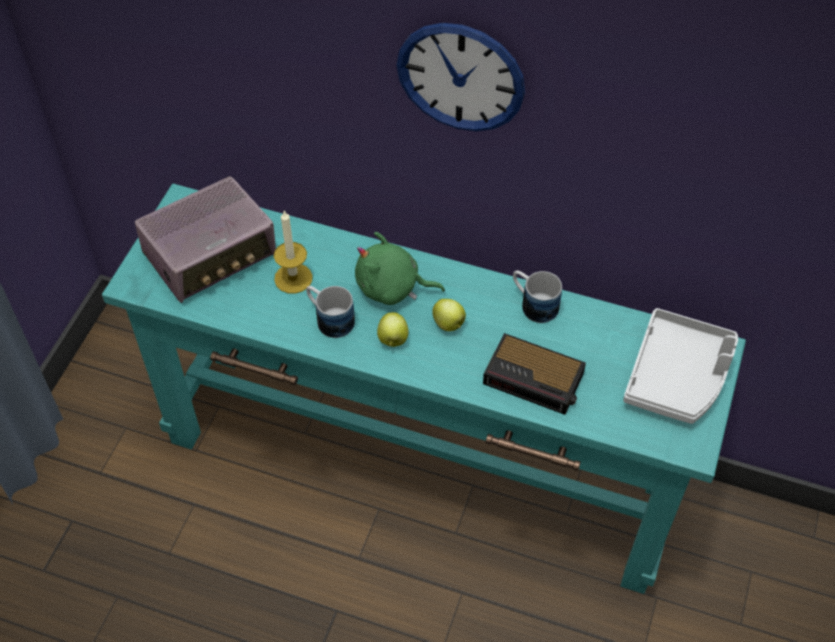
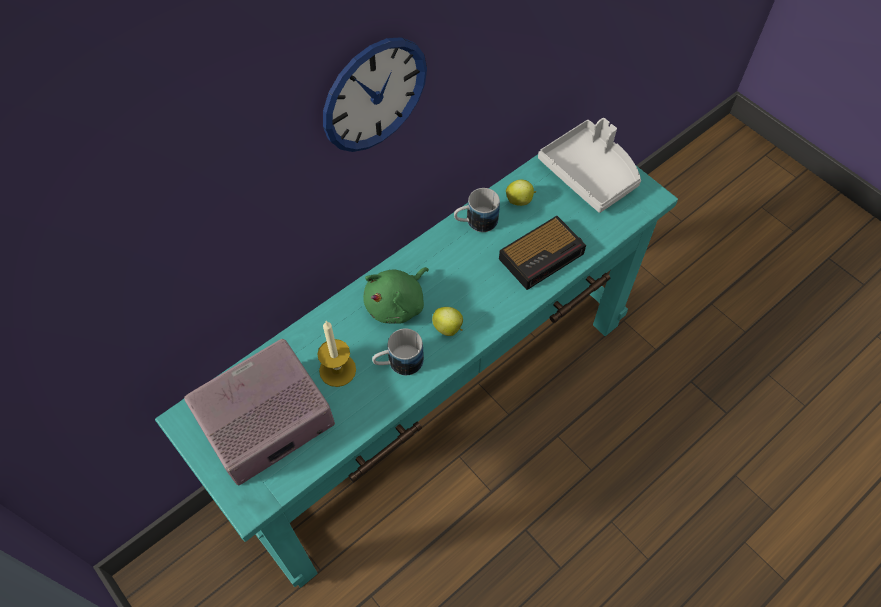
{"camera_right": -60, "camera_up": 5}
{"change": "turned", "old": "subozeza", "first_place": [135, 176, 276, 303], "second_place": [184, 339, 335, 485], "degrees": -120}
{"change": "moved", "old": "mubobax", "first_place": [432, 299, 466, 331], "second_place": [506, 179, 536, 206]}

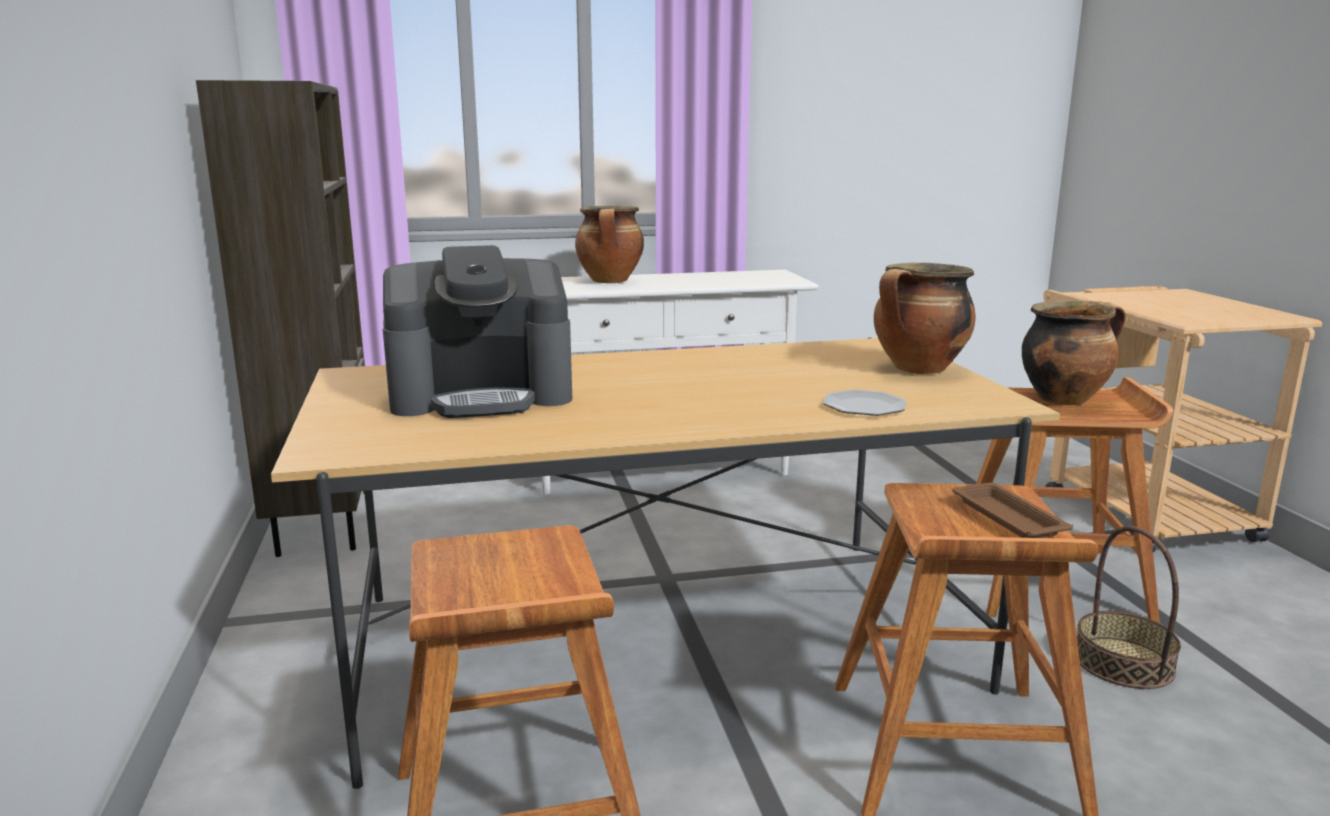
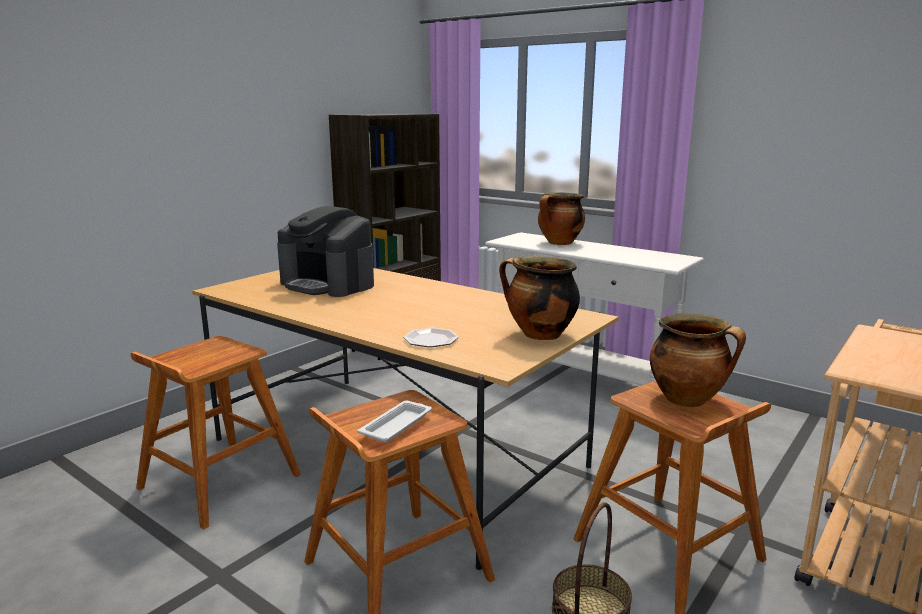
{"camera_right": 50, "camera_up": 0}
{"change": "recoloured", "old": "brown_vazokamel", "new": "white_vazokamel", "first_place": [952, 483, 1073, 538], "second_place": [357, 401, 432, 442]}

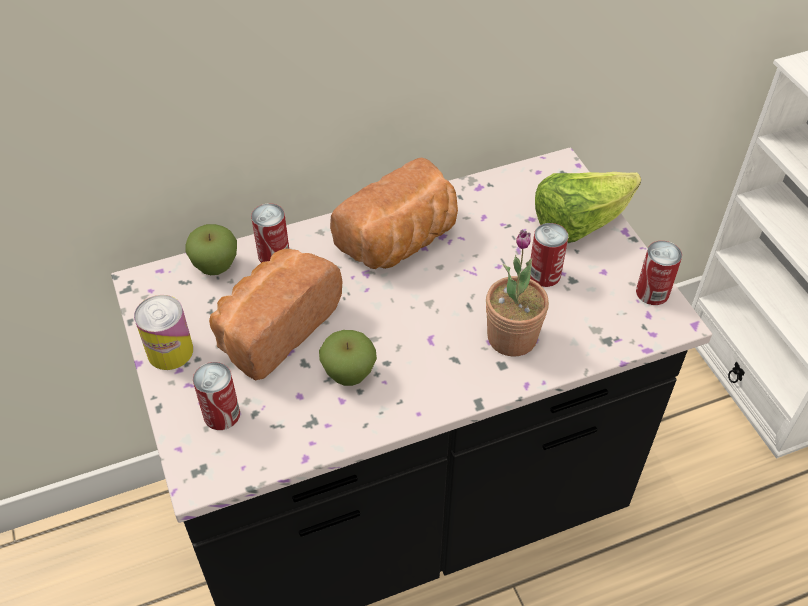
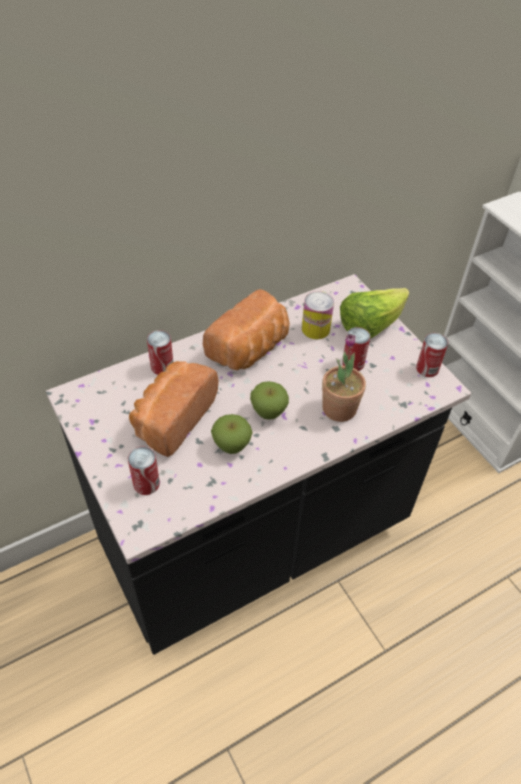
{"camera_right": -10, "camera_up": 0}
{"change": "moved", "old": "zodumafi", "first_place": [134, 295, 193, 370], "second_place": [302, 291, 334, 339]}
{"change": "moved", "old": "mubobax", "first_place": [185, 224, 237, 275], "second_place": [250, 381, 289, 420]}

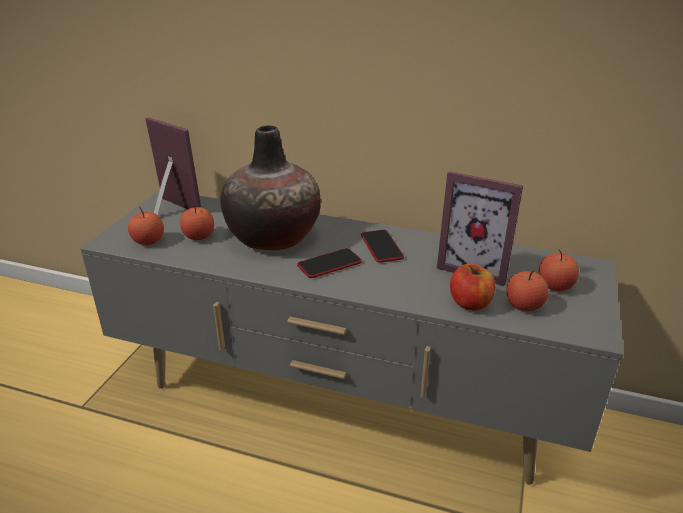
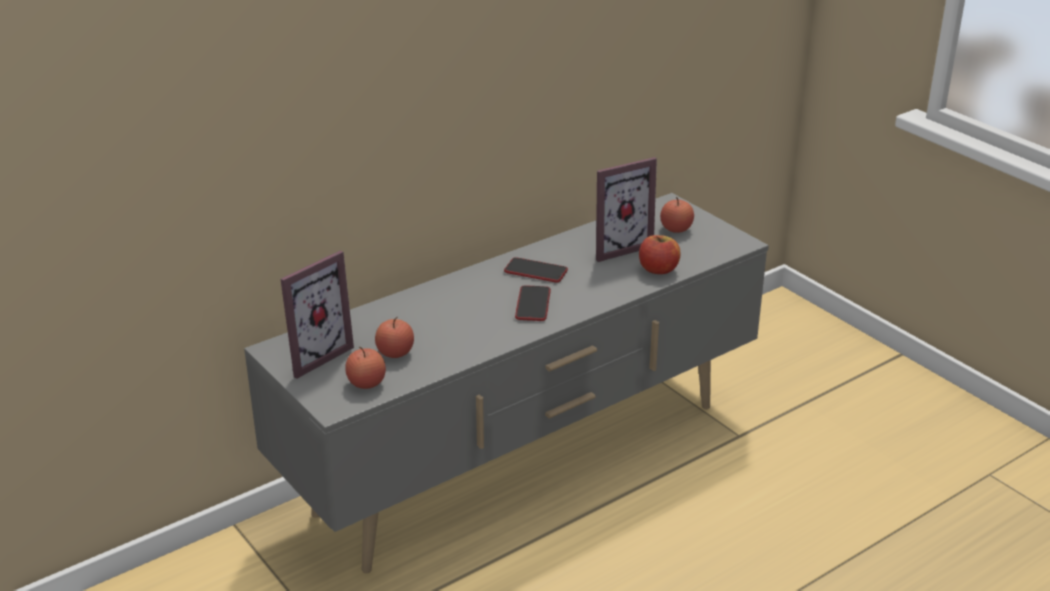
{"camera_right": -55, "camera_up": 0}
{"change": "turned", "old": "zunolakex", "first_place": [146, 117, 201, 215], "second_place": [280, 250, 354, 379], "degrees": 150}
{"change": "removed", "old": "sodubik", "first_place": [220, 125, 321, 251]}
{"change": "removed", "old": "mubobax", "first_place": [506, 270, 549, 311]}

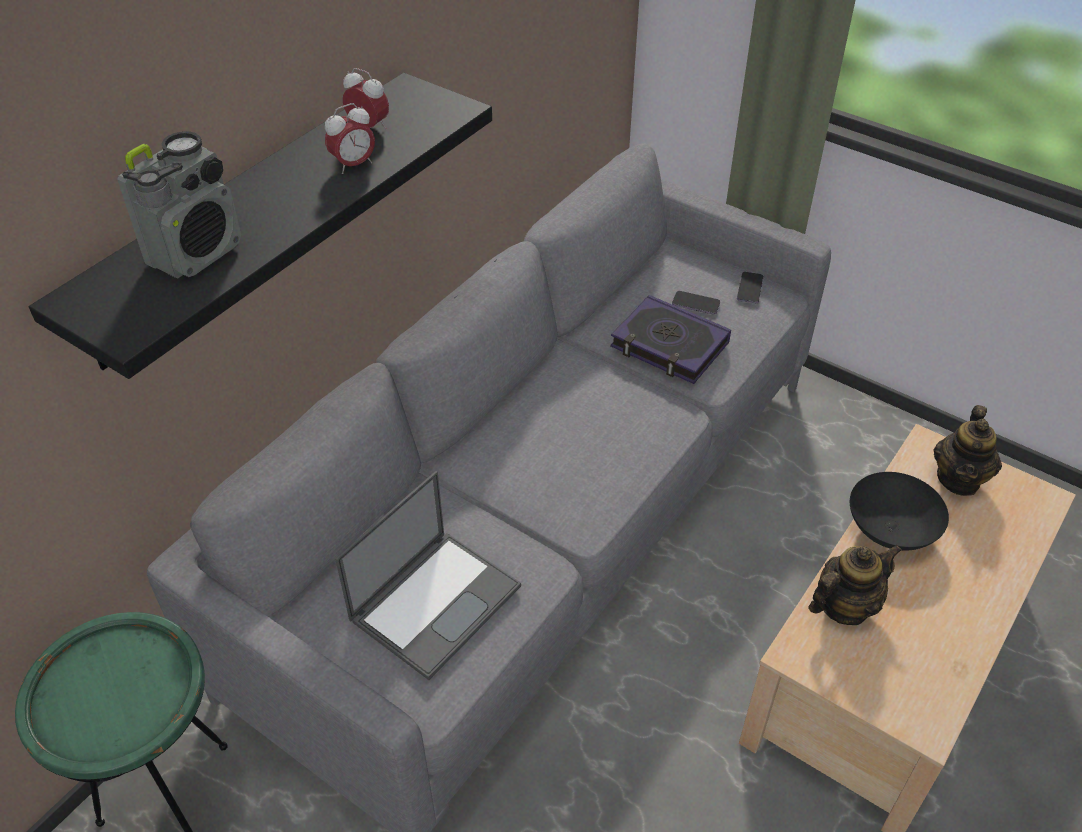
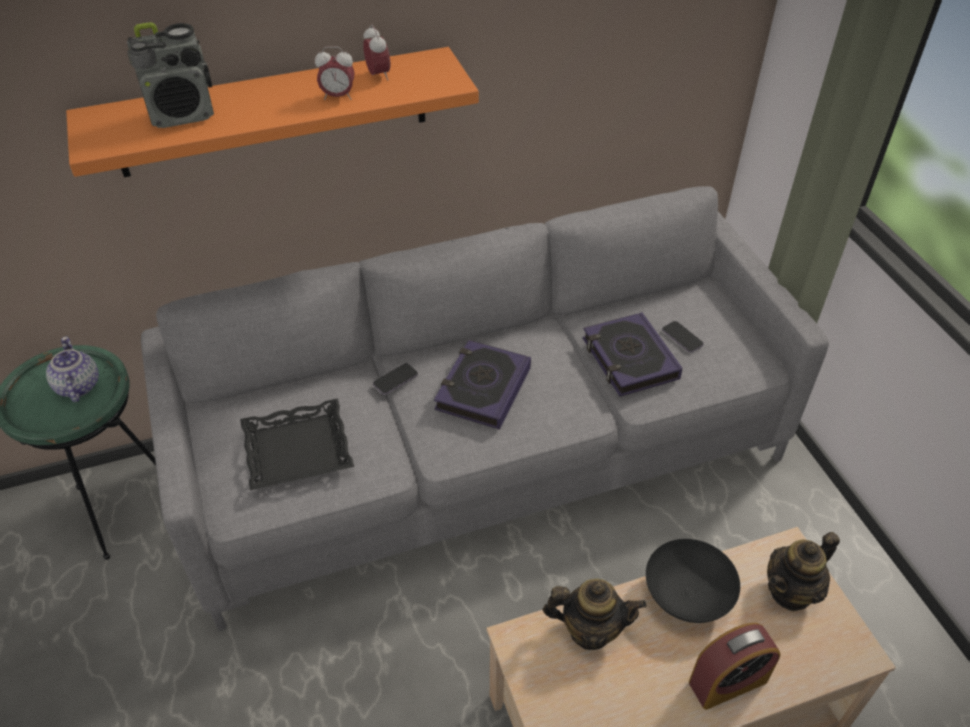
{"camera_right": 35, "camera_up": 0}
{"change": "recoloured", "old": "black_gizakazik", "new": "orange_gizakazik", "first_place": [29, 73, 492, 379], "second_place": [66, 47, 479, 177]}
{"change": "replaced", "old": "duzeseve", "new": "black_vazokamel", "first_place": [335, 471, 521, 680], "second_place": [240, 398, 354, 490]}
{"change": "moved", "old": "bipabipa", "first_place": [737, 272, 764, 304], "second_place": [373, 363, 418, 395]}
{"change": "added", "new": "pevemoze", "second_place": [46, 336, 99, 402]}
{"change": "added", "new": "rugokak", "second_place": [434, 340, 531, 430]}
{"change": "added", "new": "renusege", "second_place": [689, 623, 780, 710]}

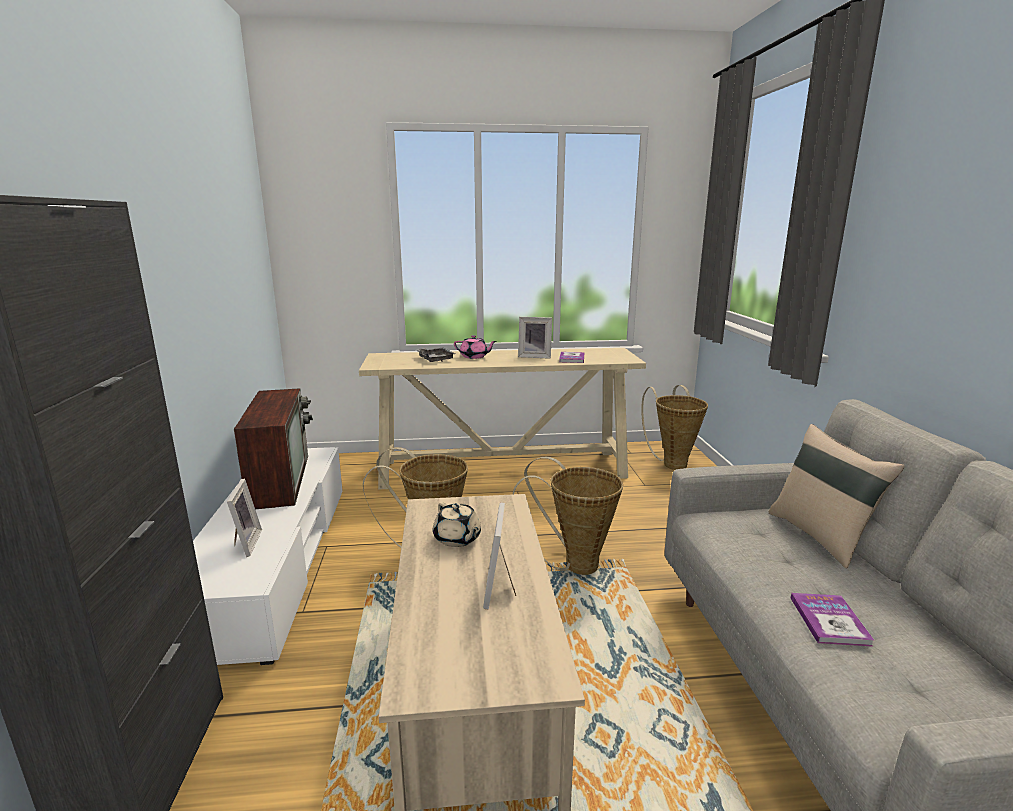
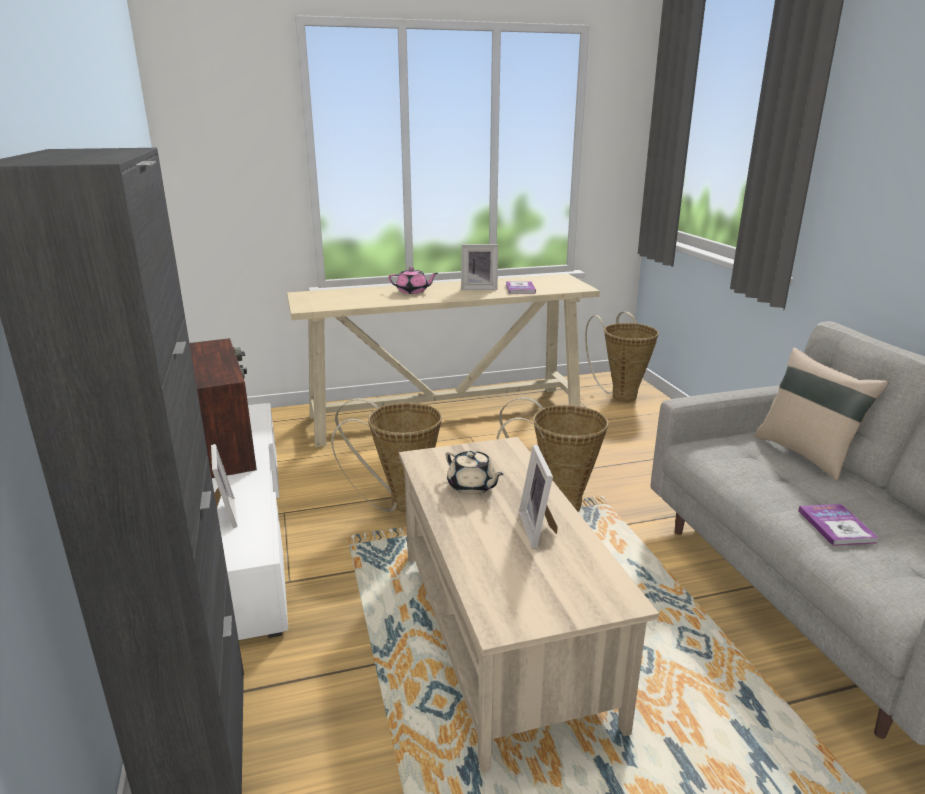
{"camera_right": -10, "camera_up": 5}
{"change": "removed", "old": "grey_vazokamel", "first_place": [417, 348, 455, 362]}

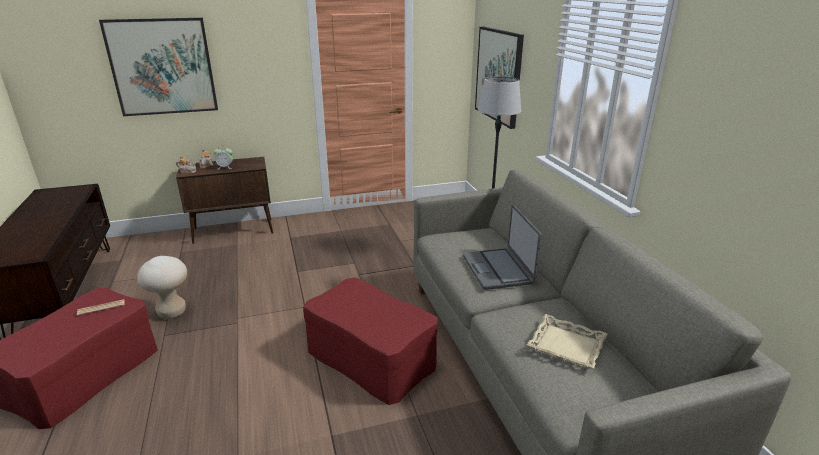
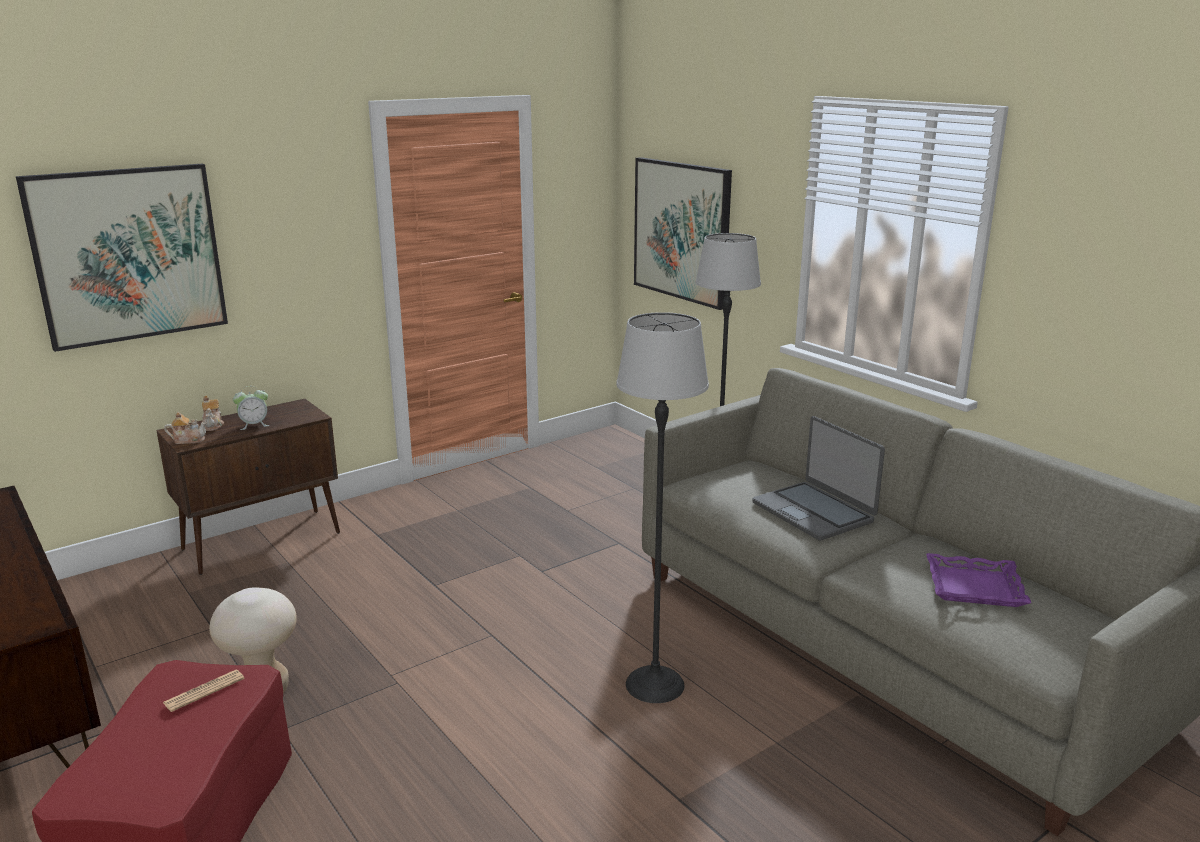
{"camera_right": -20, "camera_up": -5}
{"change": "replaced", "old": "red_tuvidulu", "new": "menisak", "first_place": [303, 277, 438, 405], "second_place": [616, 312, 709, 703]}
{"change": "recoloured", "old": "beige_vazokamel", "new": "purple_vazokamel", "first_place": [527, 314, 608, 368], "second_place": [926, 553, 1031, 607]}

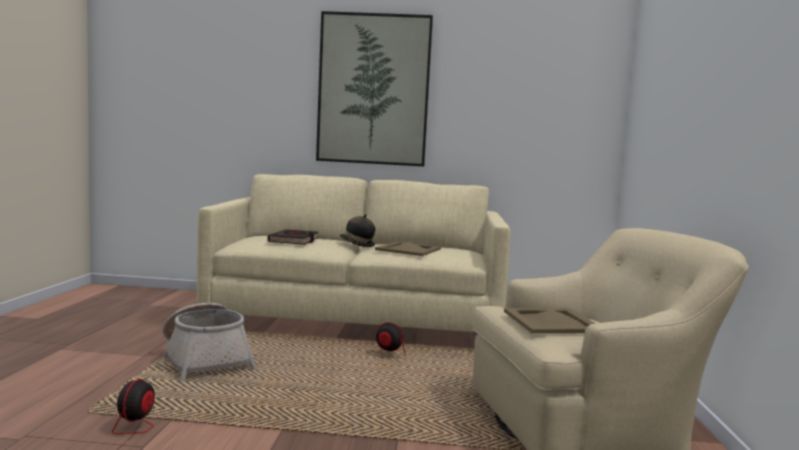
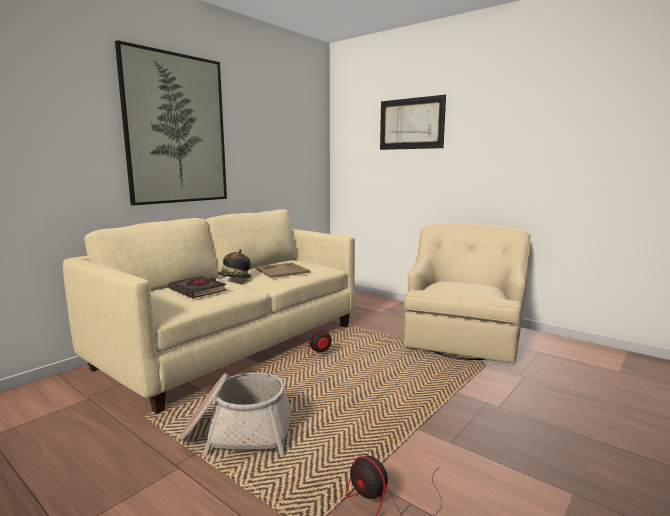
{"camera_right": -55, "camera_up": 5}
{"change": "removed", "old": "beige_vazokamel", "first_place": [504, 308, 596, 334]}
{"change": "added", "new": "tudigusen", "second_place": [380, 95, 446, 150]}

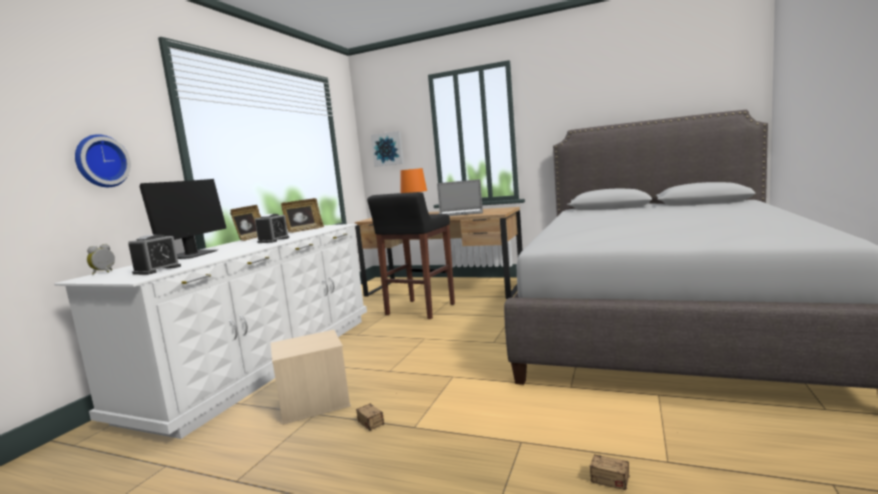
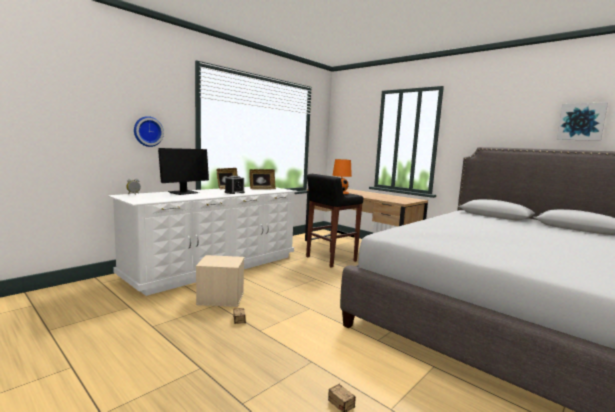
{"camera_right": 20, "camera_up": 0}
{"change": "removed", "old": "renusege", "first_place": [128, 235, 181, 275]}
{"change": "moved", "old": "tudigusen", "first_place": [371, 131, 404, 167], "second_place": [557, 102, 608, 141]}
{"change": "removed", "old": "duzeseve", "first_place": [437, 179, 483, 216]}

